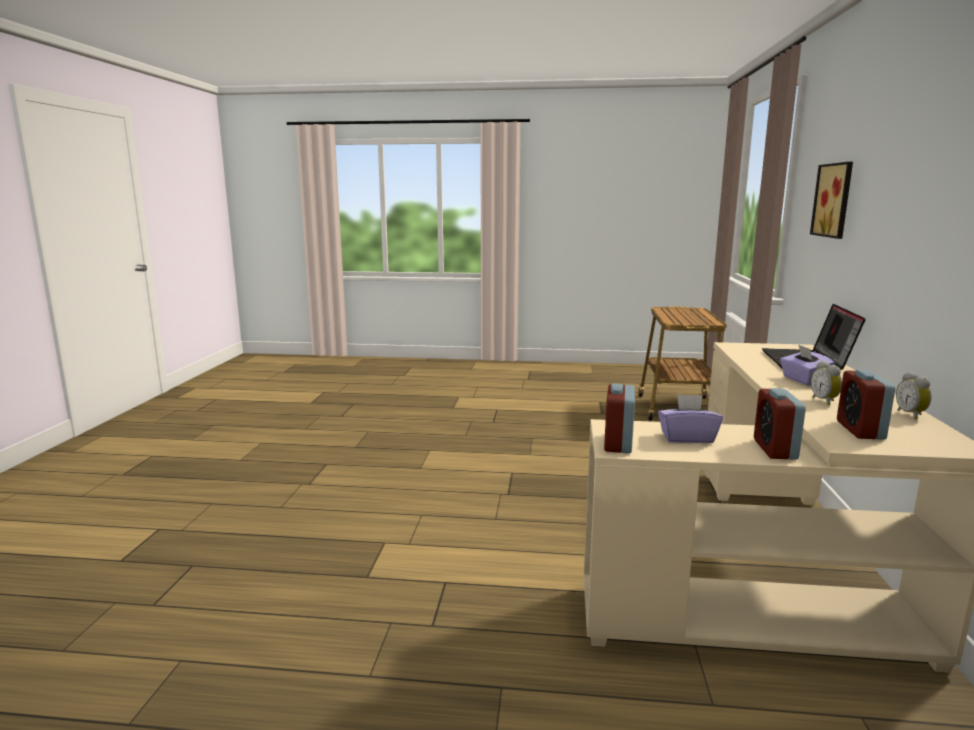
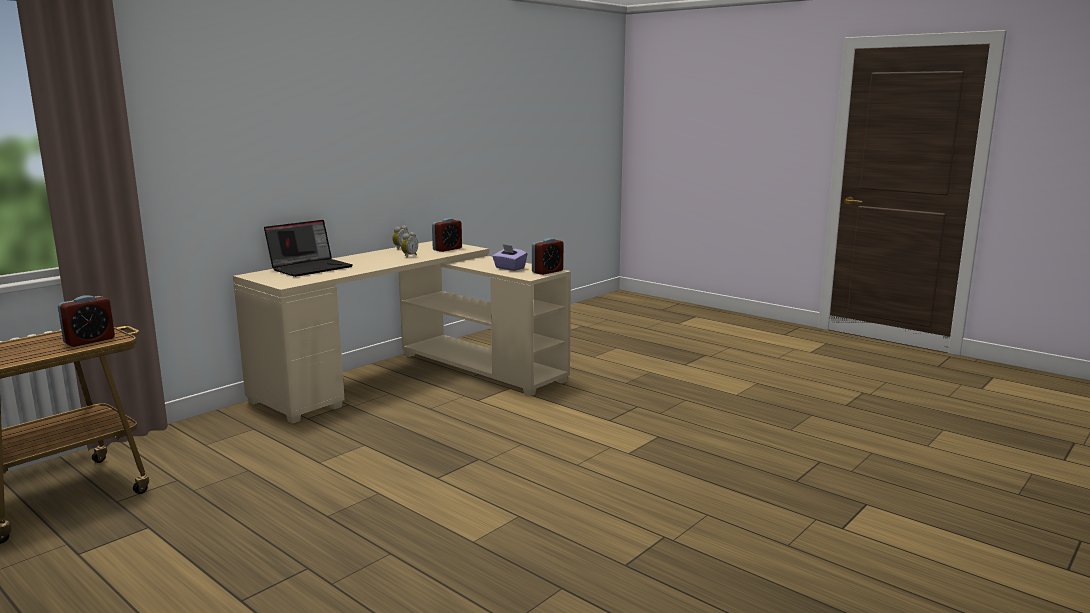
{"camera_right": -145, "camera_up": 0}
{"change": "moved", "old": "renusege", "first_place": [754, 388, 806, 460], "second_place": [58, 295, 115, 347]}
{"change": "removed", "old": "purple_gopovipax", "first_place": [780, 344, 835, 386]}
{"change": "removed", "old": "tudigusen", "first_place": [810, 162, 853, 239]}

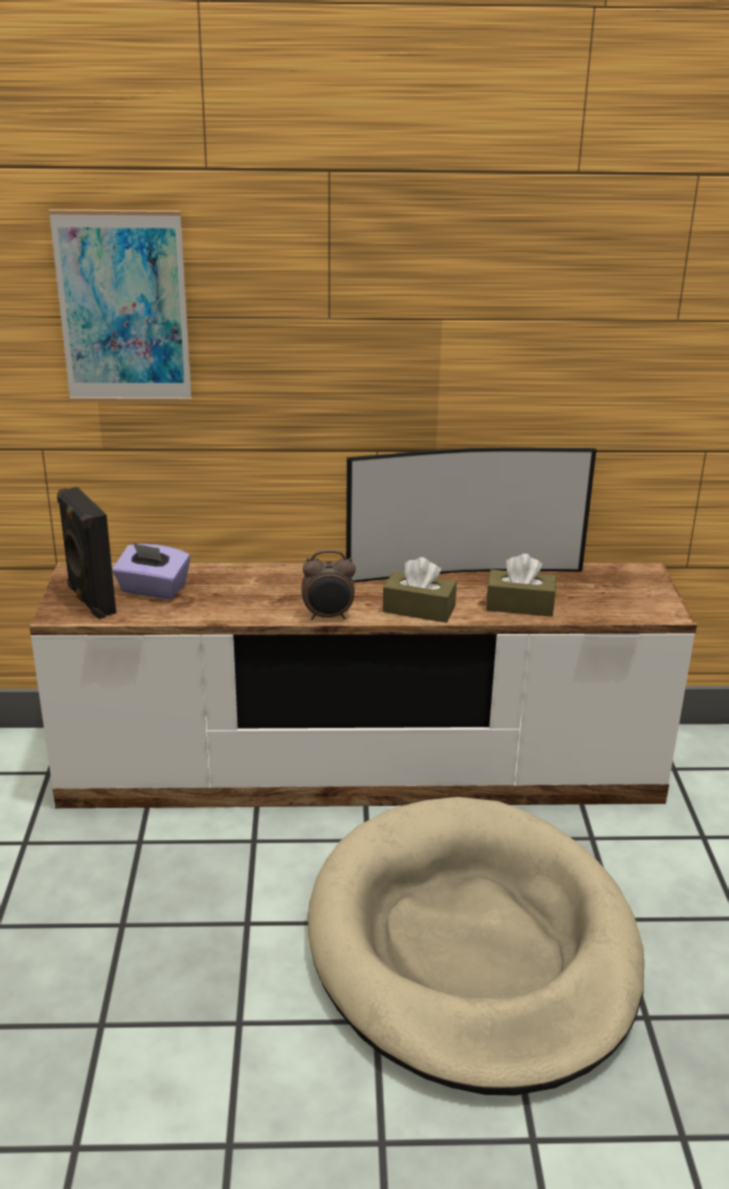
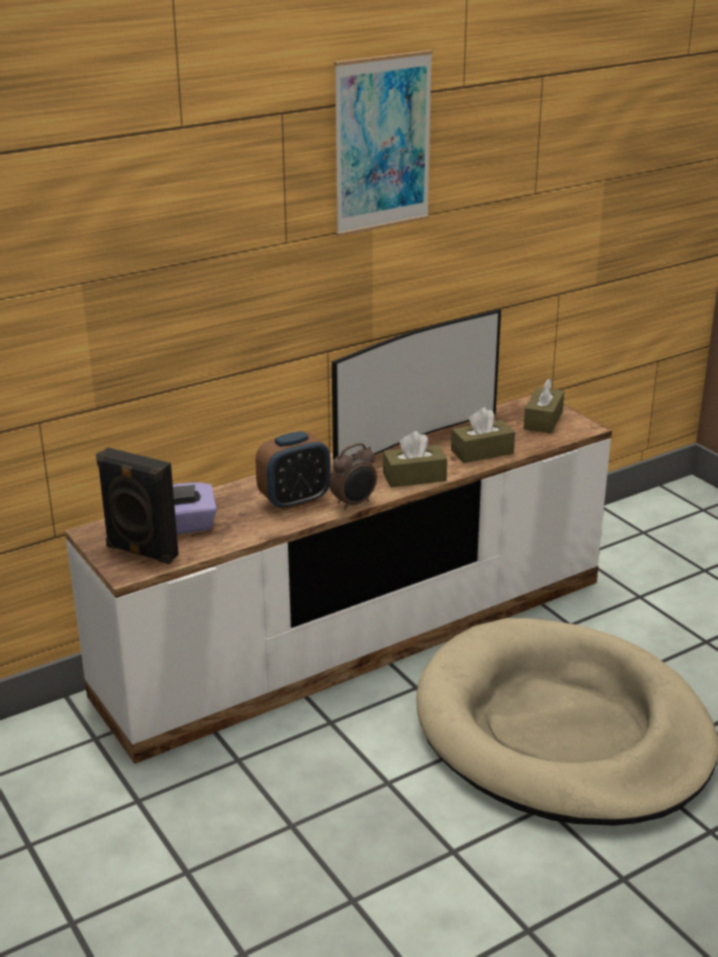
{"camera_right": -30, "camera_up": 0}
{"change": "moved", "old": "tudigusen", "first_place": [48, 209, 192, 402], "second_place": [334, 50, 433, 236]}
{"change": "added", "new": "renusege", "second_place": [256, 431, 331, 510]}
{"change": "added", "new": "brown_gopovipax", "second_place": [524, 378, 564, 433]}

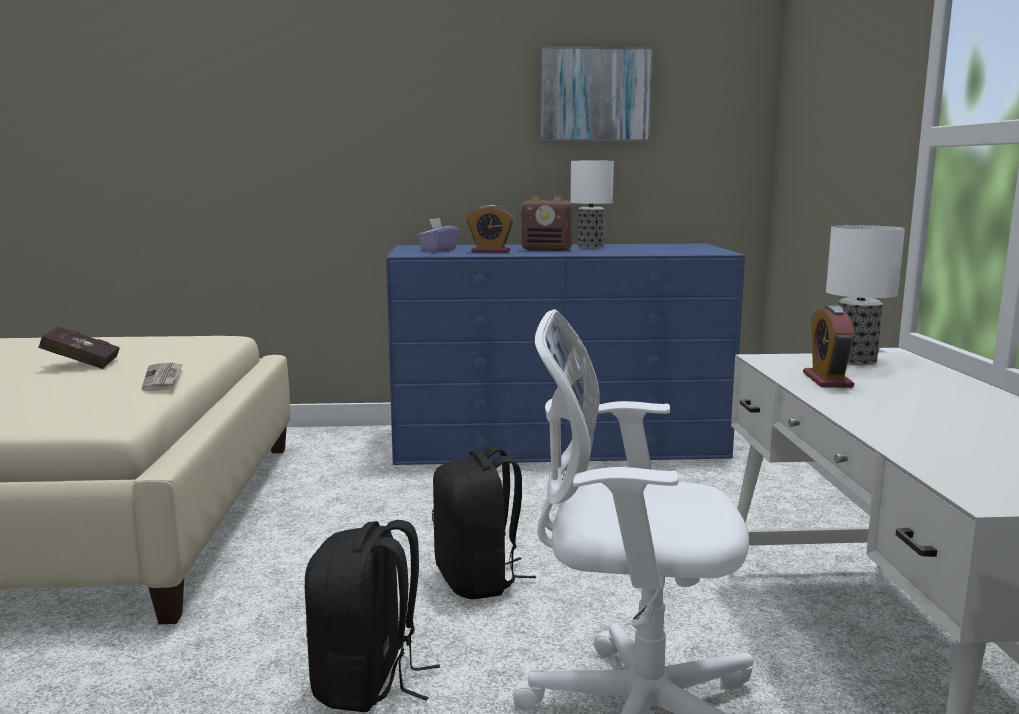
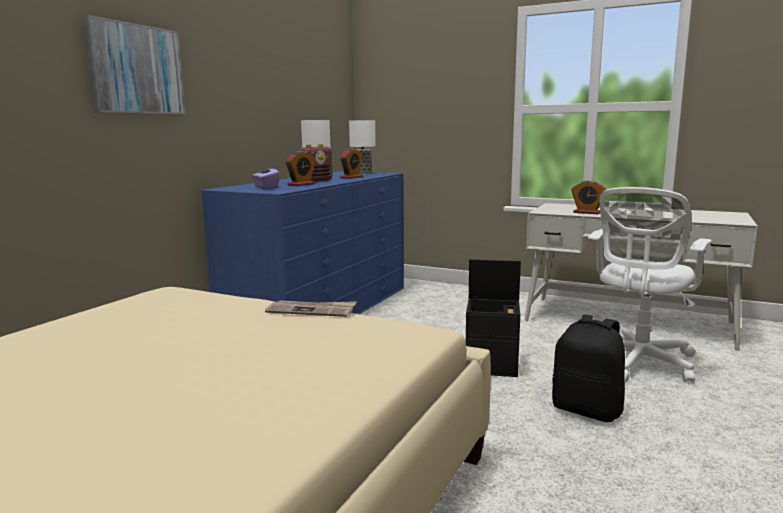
{"camera_right": -60, "camera_up": 0}
{"change": "removed", "old": "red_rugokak", "first_place": [38, 326, 120, 369]}
{"change": "replaced", "old": "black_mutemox", "new": "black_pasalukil", "first_place": [432, 446, 536, 599], "second_place": [466, 259, 521, 377]}
{"change": "moved", "old": "tudigusen", "first_place": [540, 46, 653, 141], "second_place": [83, 15, 185, 114]}
{"change": "moved", "old": "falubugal", "first_place": [826, 225, 905, 365], "second_place": [349, 120, 376, 174]}
{"change": "added", "new": "renusege", "second_place": [340, 148, 363, 179]}

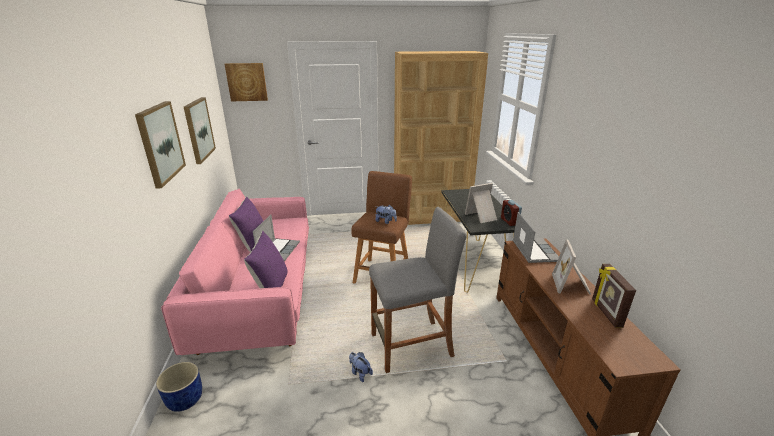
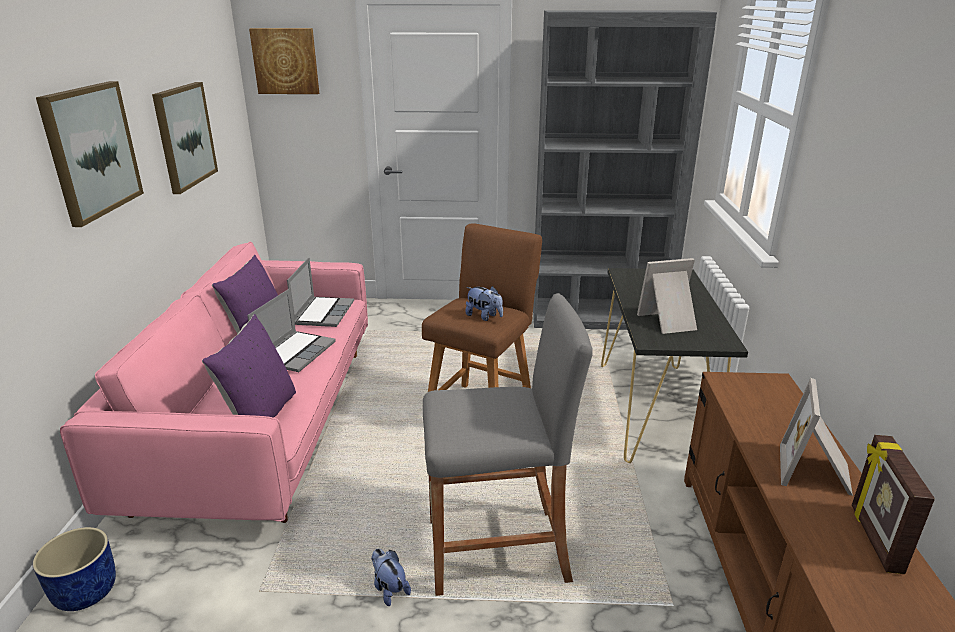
{"camera_right": 10, "camera_up": 0}
{"change": "recoloured", "old": "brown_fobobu", "new": "grey_fobobu", "first_place": [394, 51, 488, 225], "second_place": [533, 10, 717, 330]}
{"change": "removed", "old": "renusege", "first_place": [501, 200, 522, 226]}
{"change": "moved", "old": "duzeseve", "first_place": [513, 212, 559, 263], "second_place": [287, 258, 354, 327]}

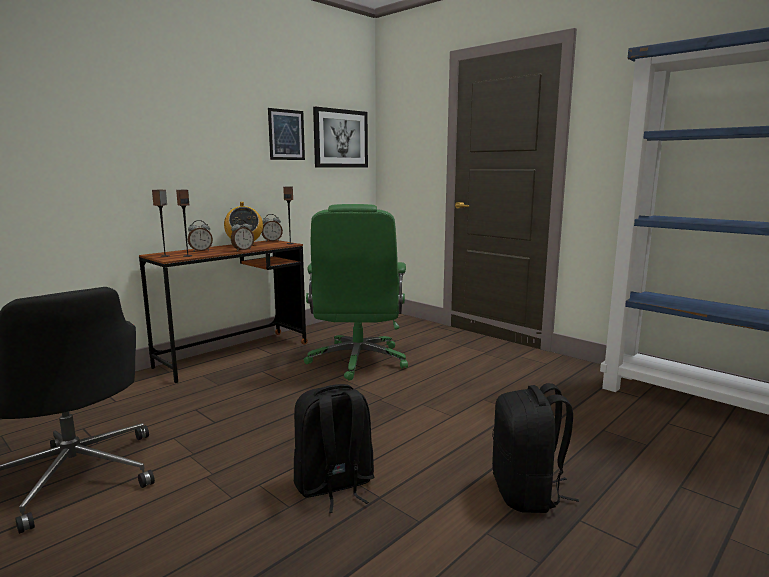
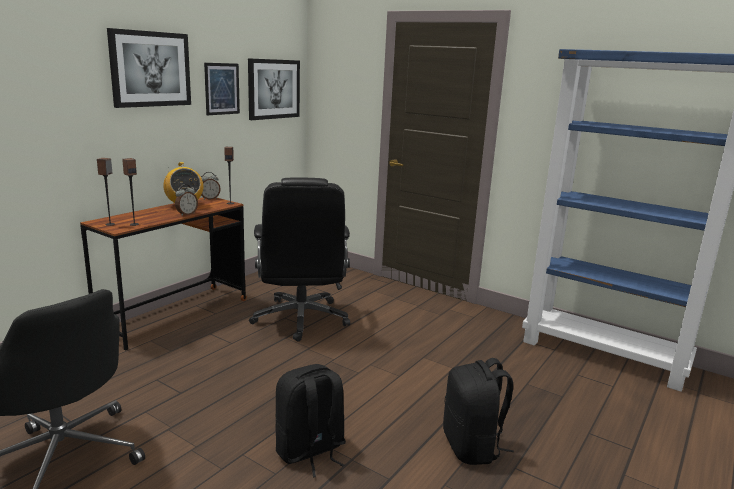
{"camera_right": -10, "camera_up": 5}
{"change": "removed", "old": "renusege", "first_place": [188, 220, 213, 252]}
{"change": "recoloured", "old": "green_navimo", "new": "black_navimo", "first_place": [304, 204, 408, 381], "second_place": [249, 178, 350, 342]}
{"change": "added", "new": "tudigusen", "second_place": [107, 28, 191, 108]}

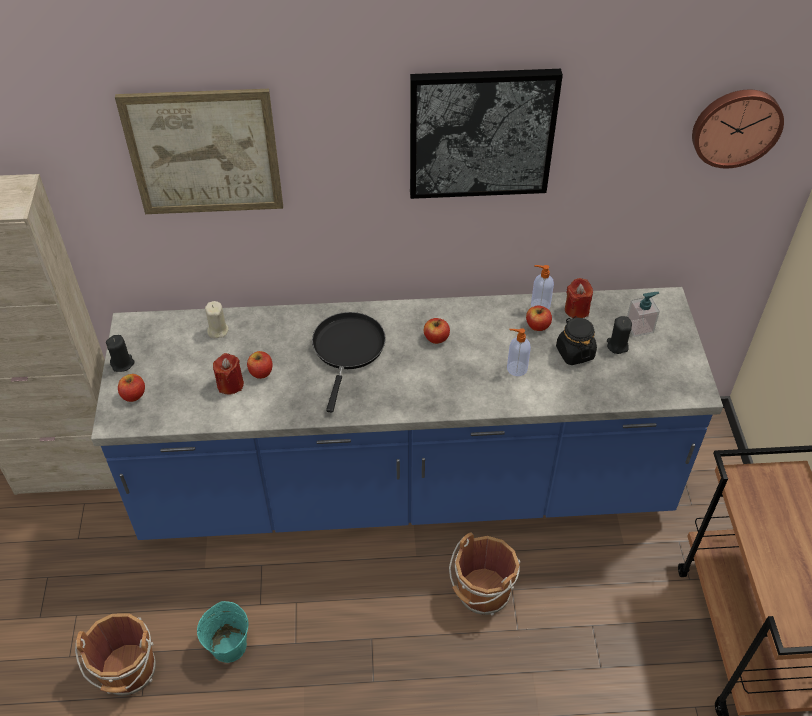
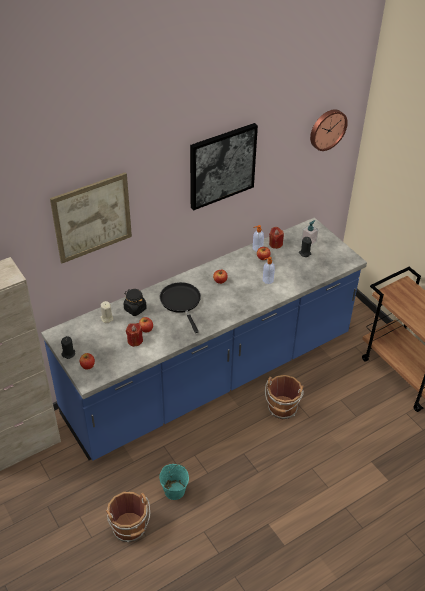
{"camera_right": -30, "camera_up": -5}
{"change": "moved", "old": "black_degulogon", "first_place": [556, 316, 597, 365], "second_place": [124, 289, 147, 316]}

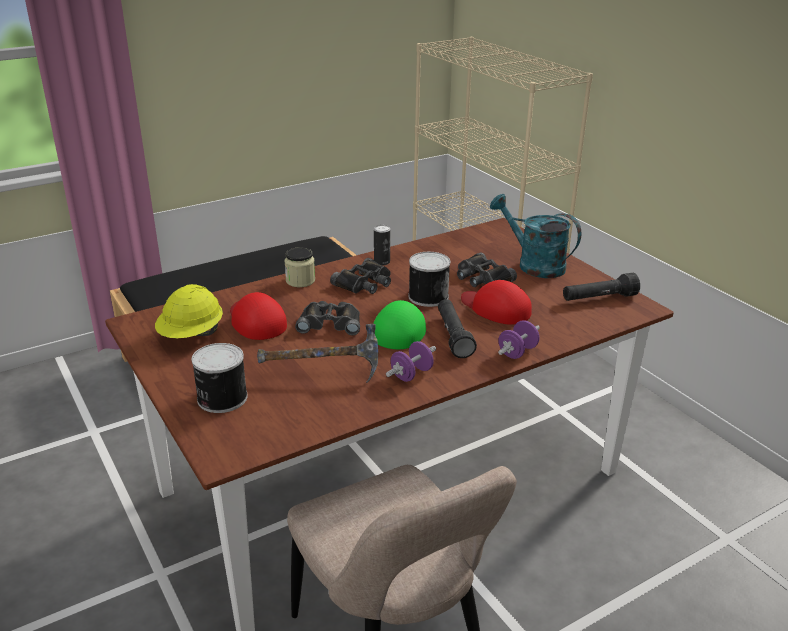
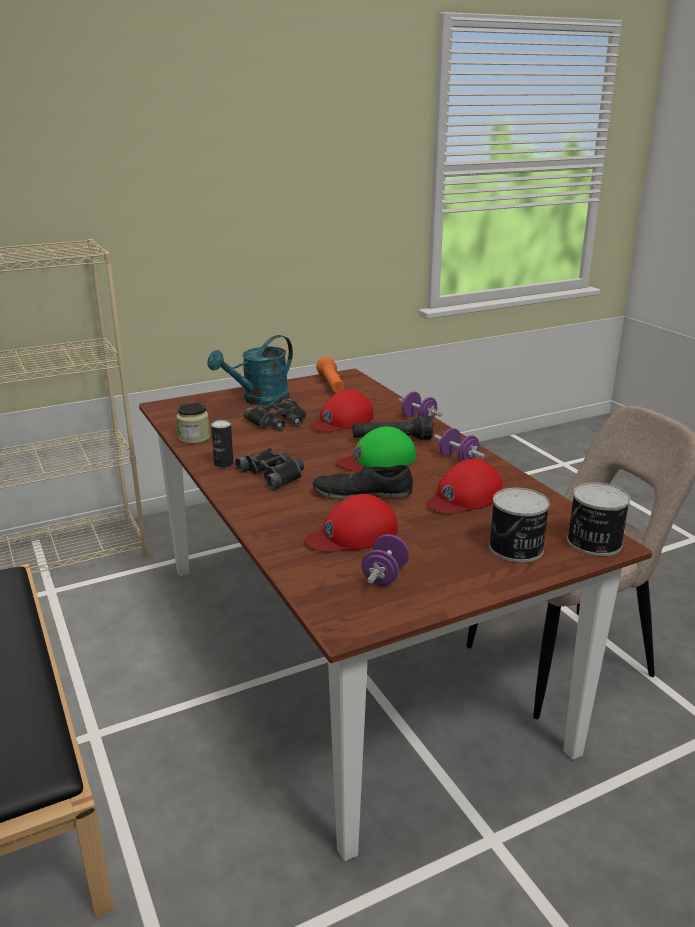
{"camera_right": -85, "camera_up": -5}
{"change": "replaced", "old": "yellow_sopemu", "new": "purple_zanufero", "first_place": [155, 284, 223, 338], "second_place": [361, 534, 409, 585]}
{"change": "replaced", "old": "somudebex", "new": "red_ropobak", "first_place": [257, 324, 378, 383], "second_place": [426, 459, 503, 514]}
{"change": "moved", "old": "degulogon", "first_place": [284, 247, 315, 287], "second_place": [176, 403, 210, 444]}
{"change": "replaced", "old": "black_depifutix", "new": "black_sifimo", "first_place": [295, 301, 360, 336], "second_place": [313, 464, 413, 499]}
{"change": "turned", "old": "green_ropobak", "first_place": [373, 300, 426, 349], "second_place": [337, 426, 416, 471], "degrees": -45}
{"change": "moved", "old": "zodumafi", "first_place": [408, 252, 450, 307], "second_place": [567, 483, 630, 556]}
{"change": "recoloured", "old": "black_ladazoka", "new": "orange_ladazoka", "first_place": [563, 273, 640, 301], "second_place": [316, 357, 345, 393]}

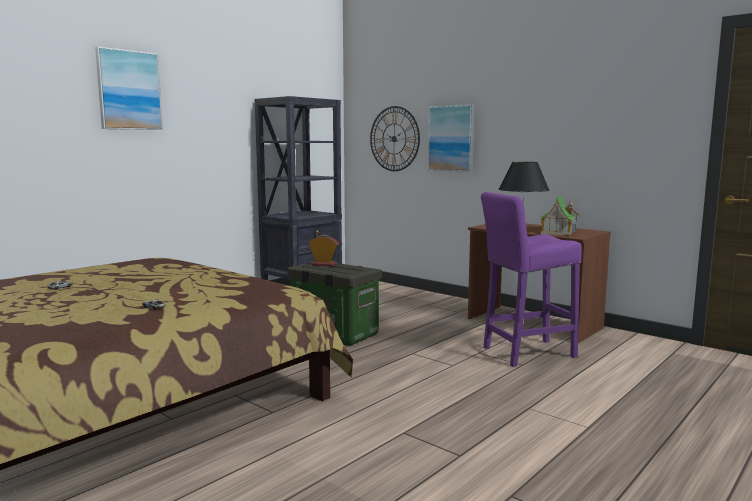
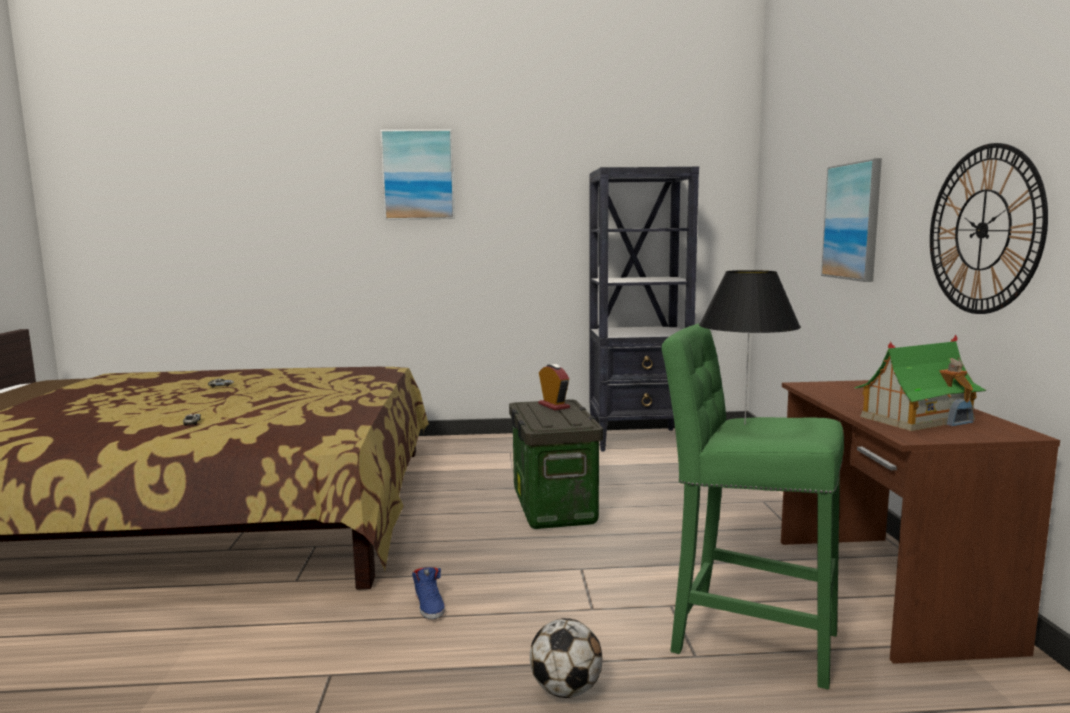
{"camera_right": 45, "camera_up": 0}
{"change": "moved", "old": "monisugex", "first_place": [370, 106, 420, 171], "second_place": [930, 143, 1048, 314]}
{"change": "recoloured", "old": "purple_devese", "new": "green_devese", "first_place": [481, 192, 582, 367], "second_place": [662, 323, 844, 689]}
{"change": "added", "new": "blue_sifimo", "second_place": [412, 567, 445, 619]}
{"change": "added", "new": "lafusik", "second_place": [530, 618, 603, 698]}

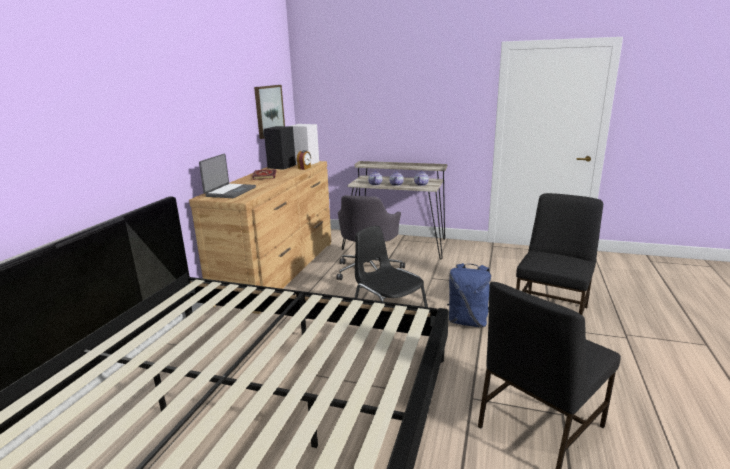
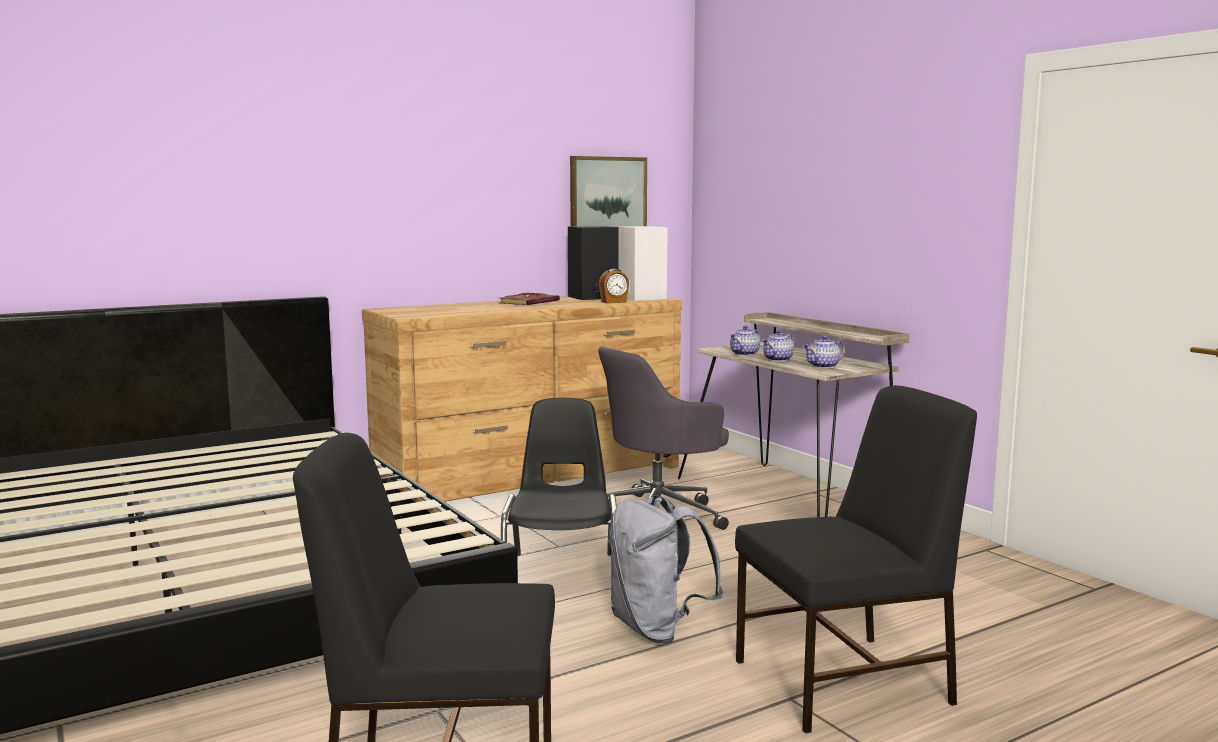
{"camera_right": 40, "camera_up": -10}
{"change": "removed", "old": "duzeseve", "first_place": [199, 154, 256, 198]}
{"change": "recoloured", "old": "blue_mutemox", "new": "grey_mutemox", "first_place": [447, 263, 491, 327], "second_place": [609, 495, 723, 643]}

